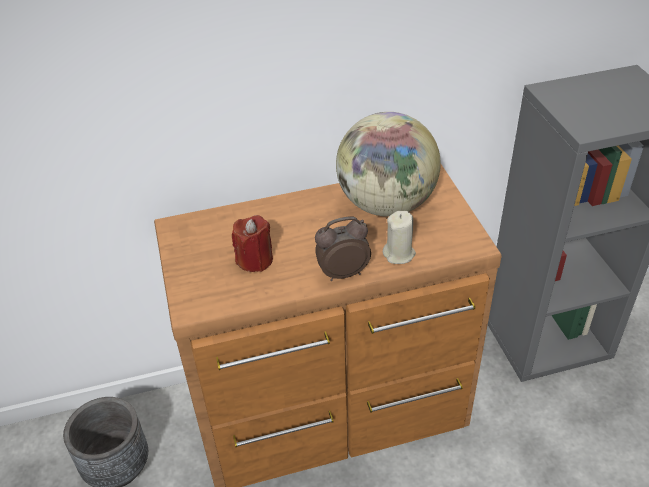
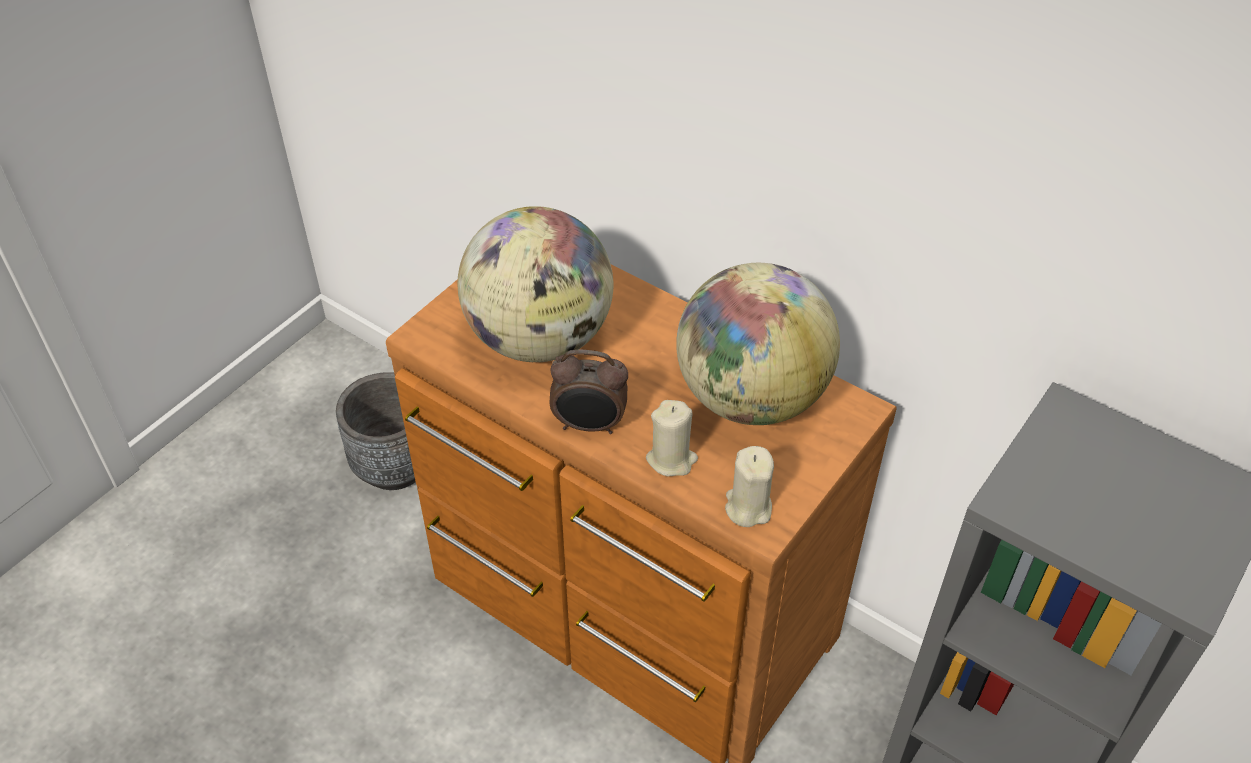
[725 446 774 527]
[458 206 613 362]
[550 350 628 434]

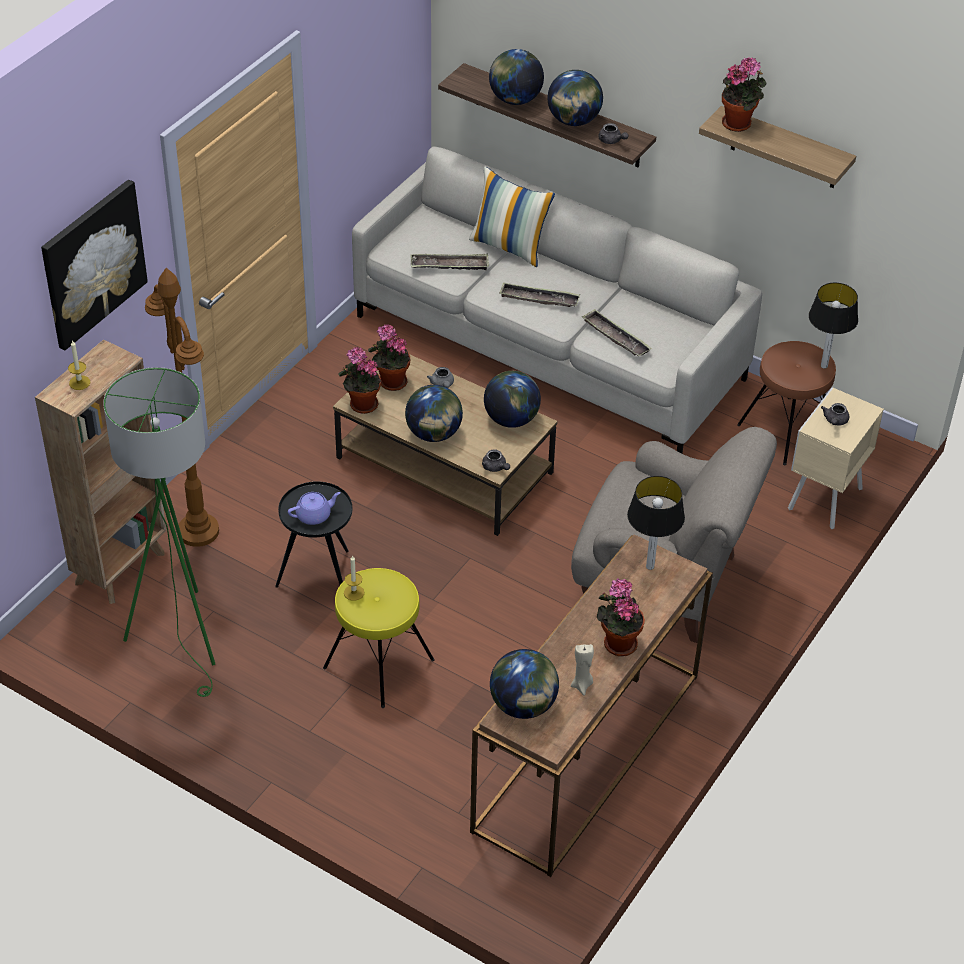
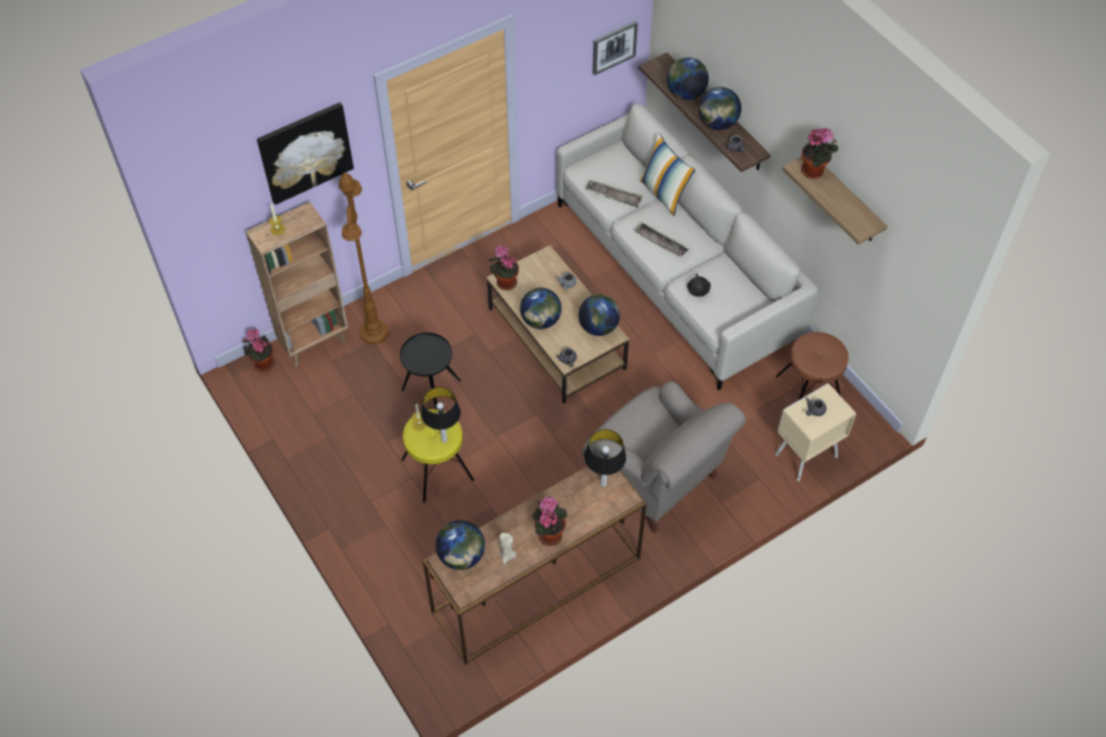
[103 367 215 697] (first image)
[288 492 341 525] (first image)
[593 21 638 75]
[243 329 275 372]
[421 387 461 443]
[687 273 711 297]

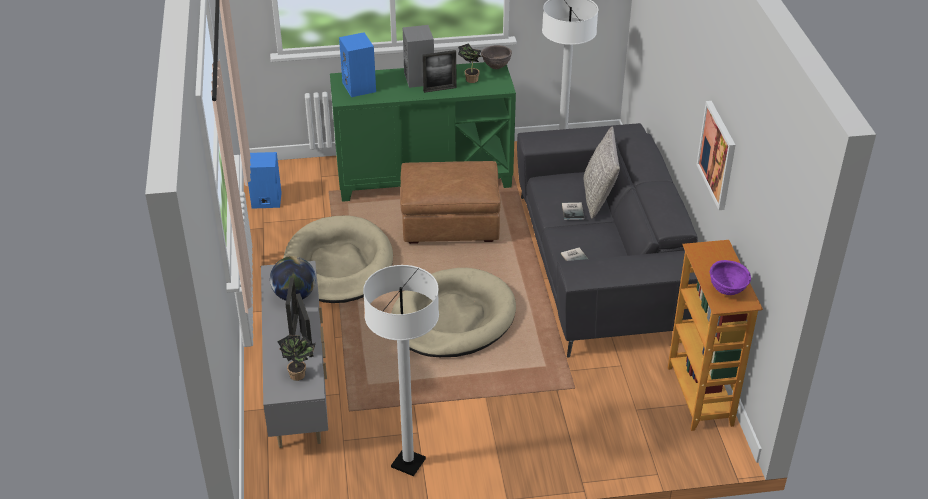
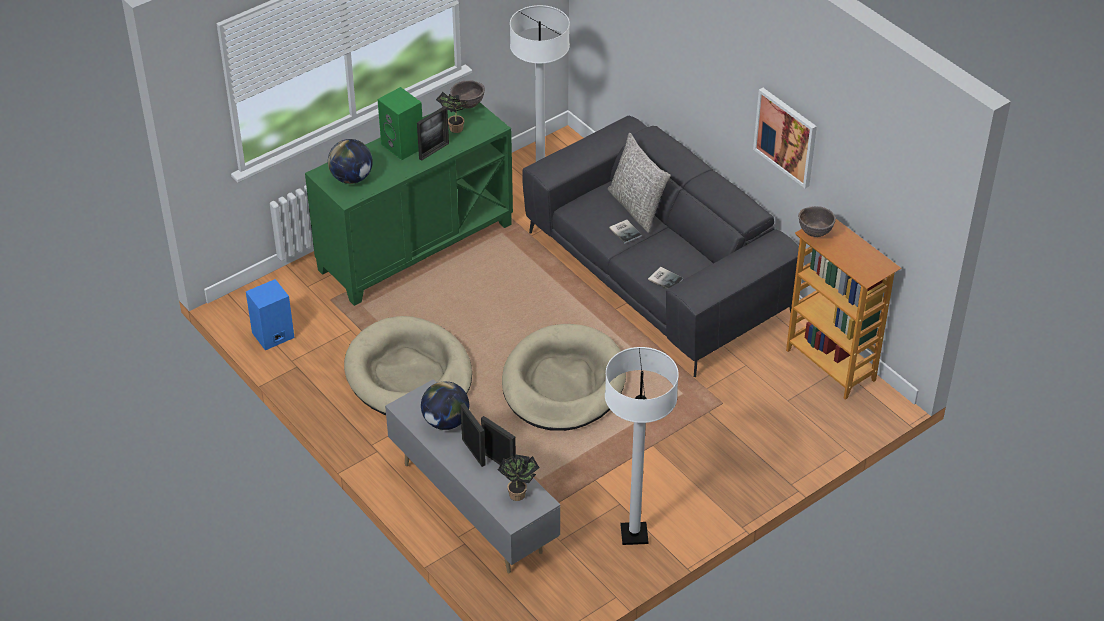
[400 161 500 244] (first image)
[710 260 751 295] (first image)
[798 206 836 237]
[328 139 373 184]
[378 87 422 160]

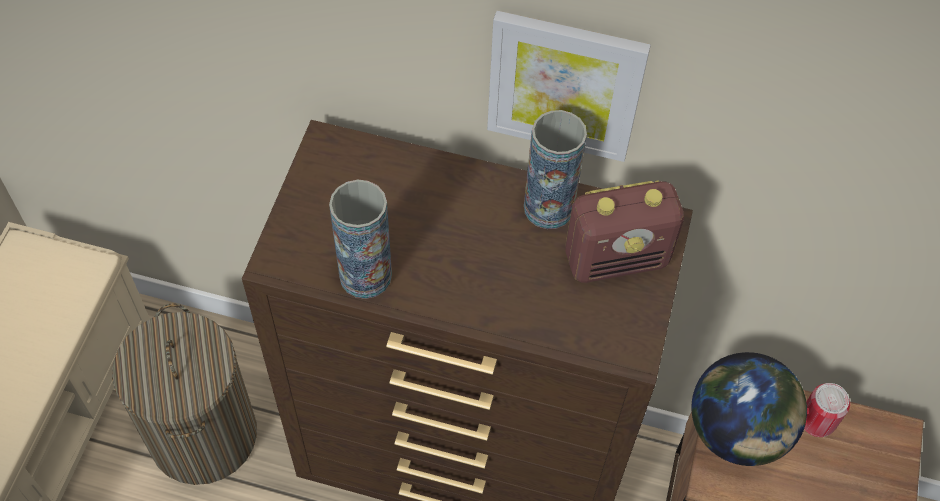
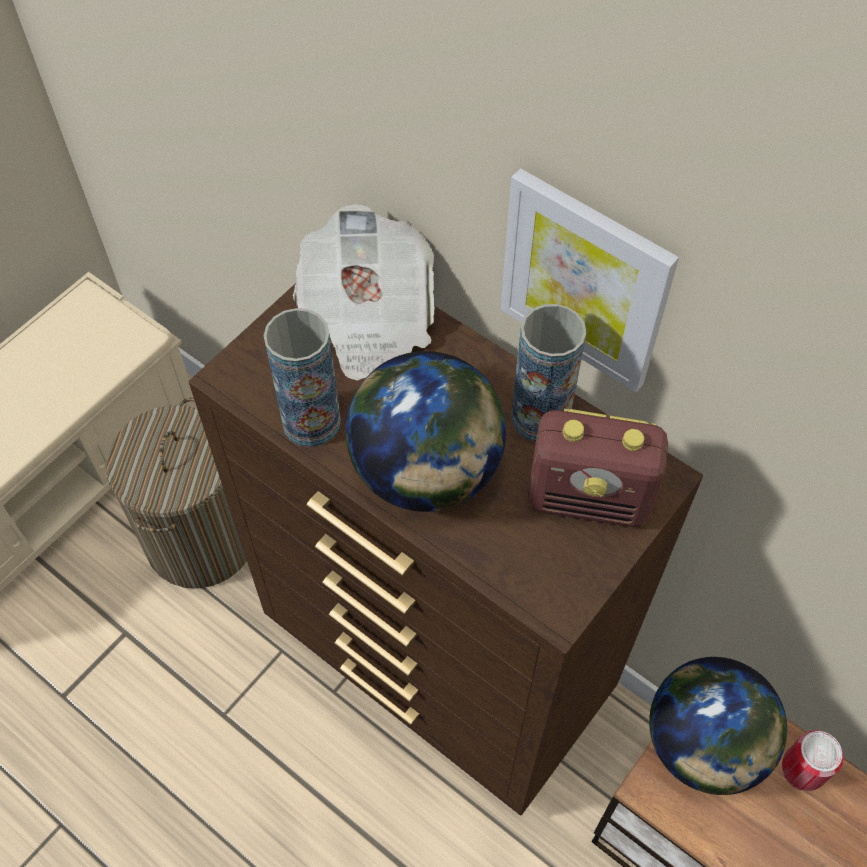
[293 204 435 381]
[346 351 506 512]

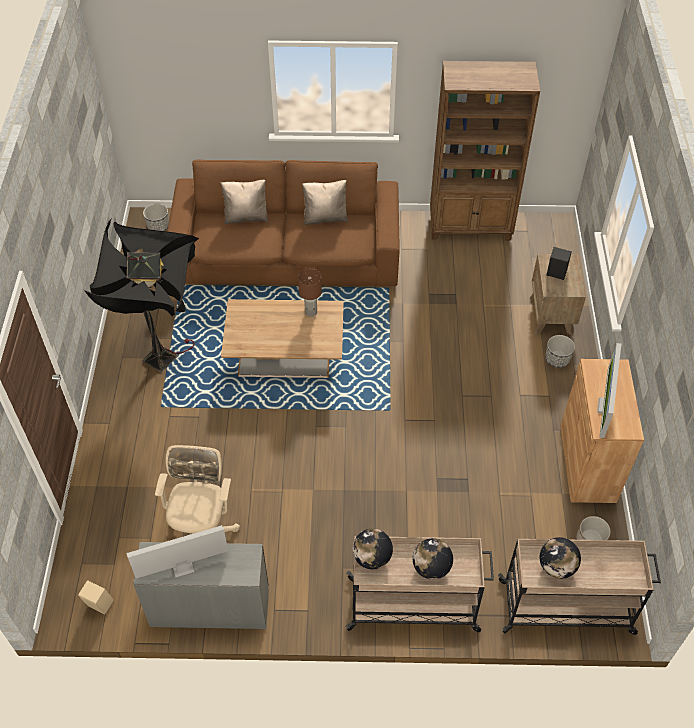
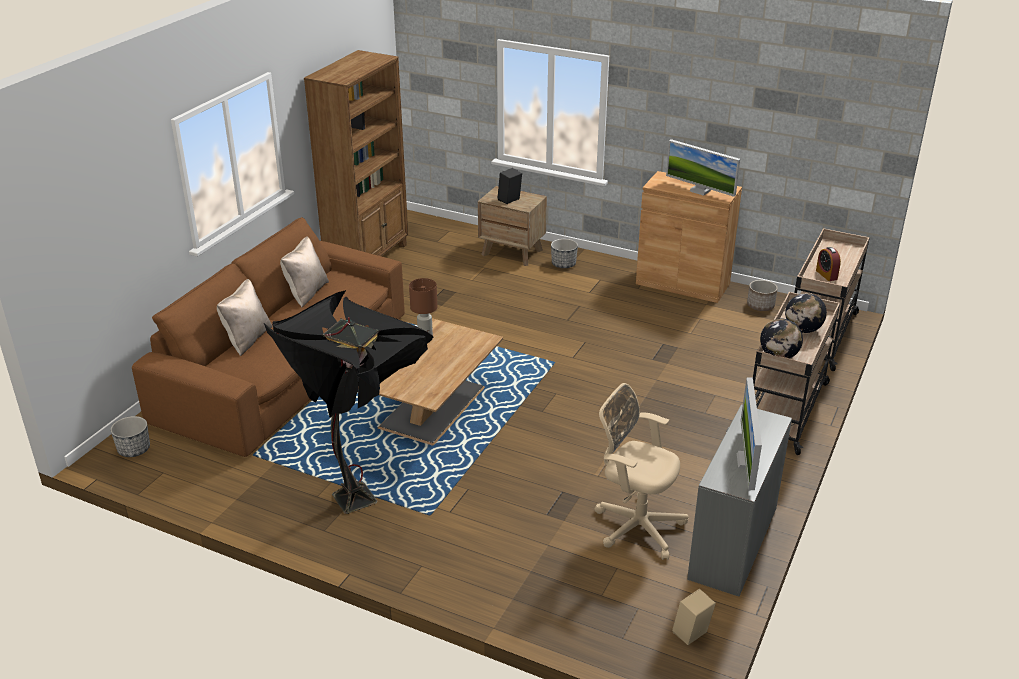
[816 247 841 281]

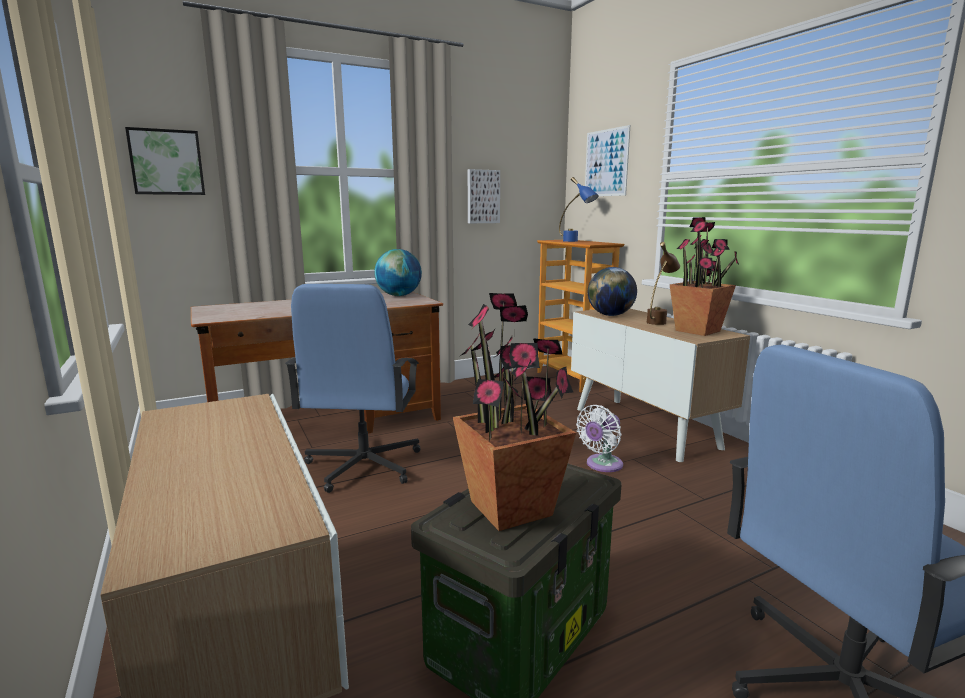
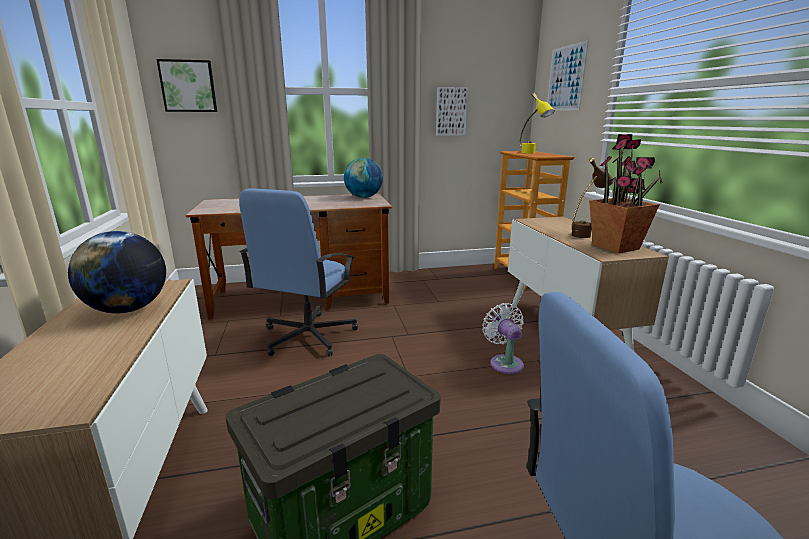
[453 293 576 531] (first image)
[68 231 166 313]
[520 93 555 153]
[482 303 524 374]

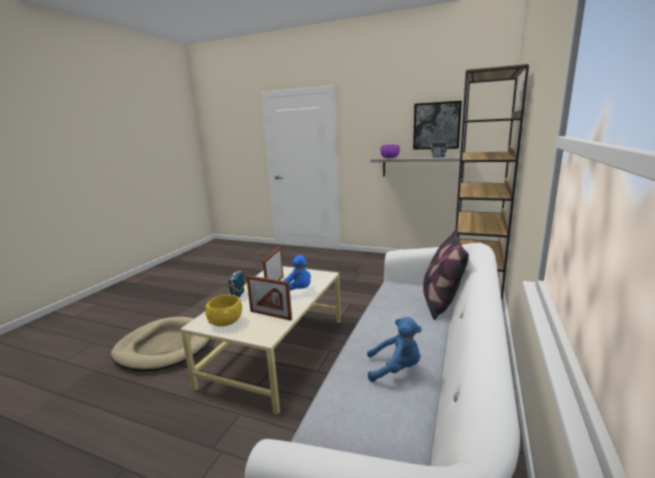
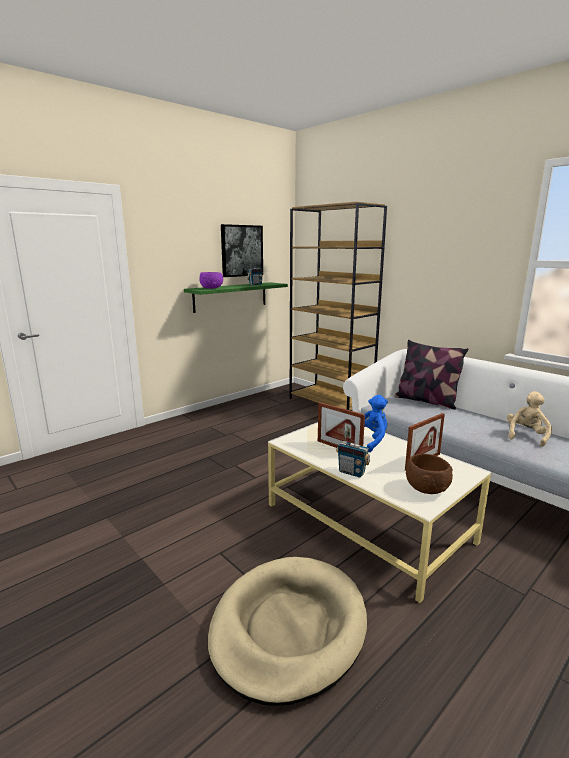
[406 454 453 494]
[507 391 552 447]
[184 282 288 313]

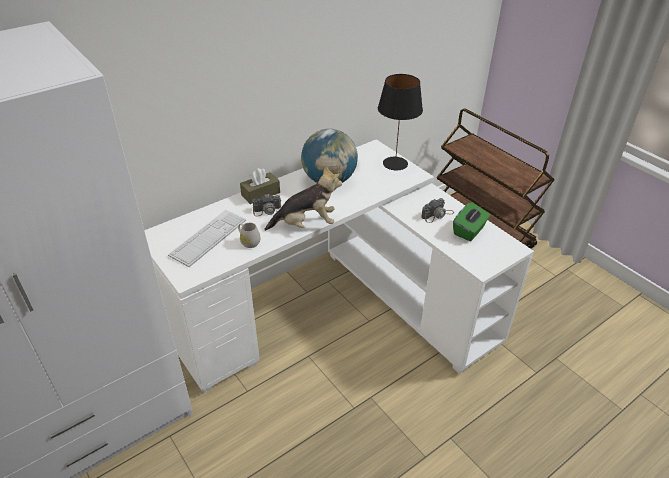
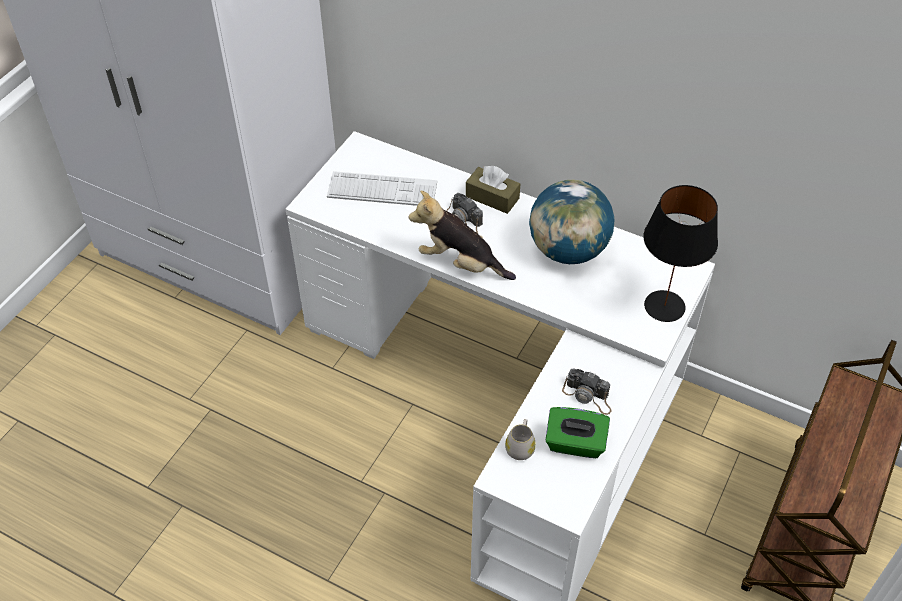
[505 419 536 460]
[409 190 516 280]

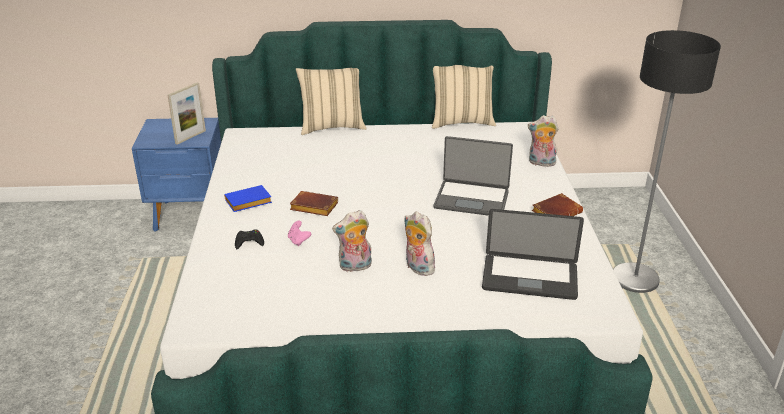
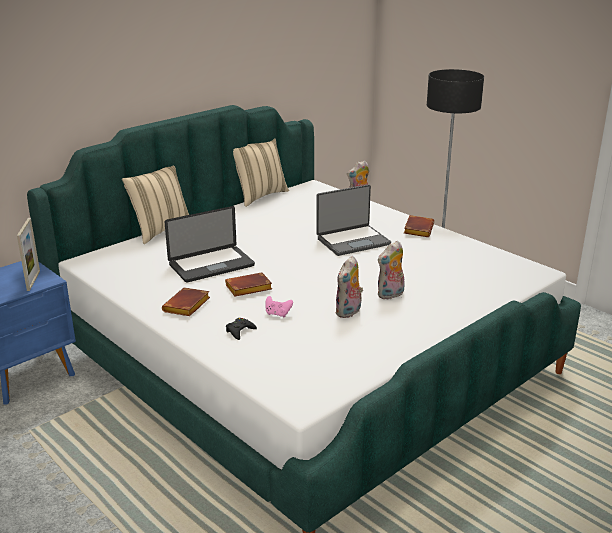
[165 206 255 282]
[162 287 210 316]
[378 241 404 299]

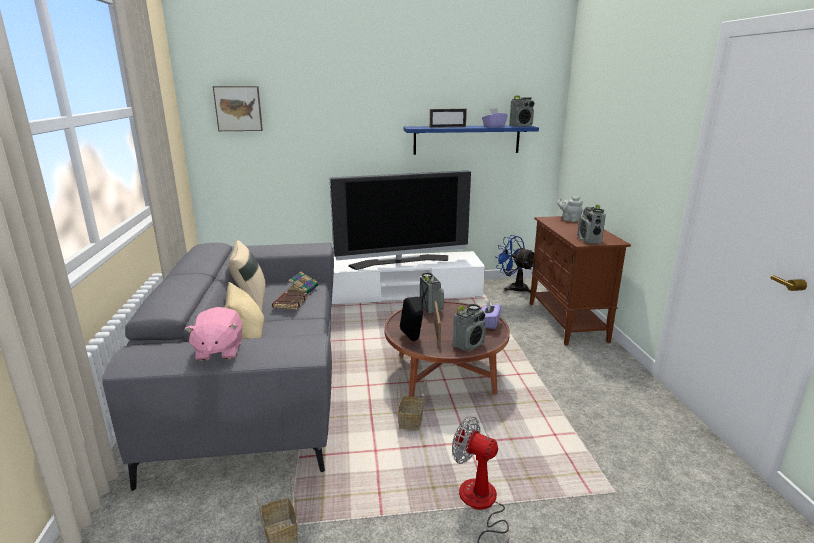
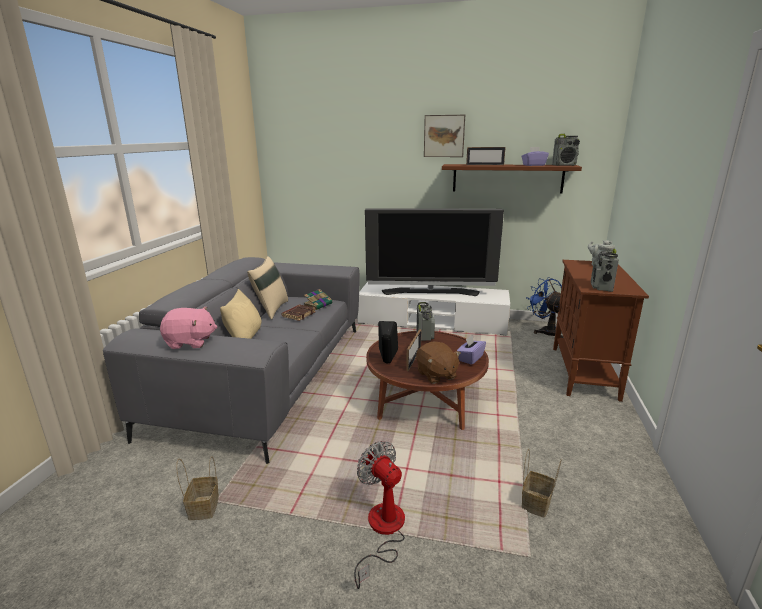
[424 115 465 157]
[521 449 562 518]
[416 342 461 384]
[442 164 582 193]
[160 307 217 349]

